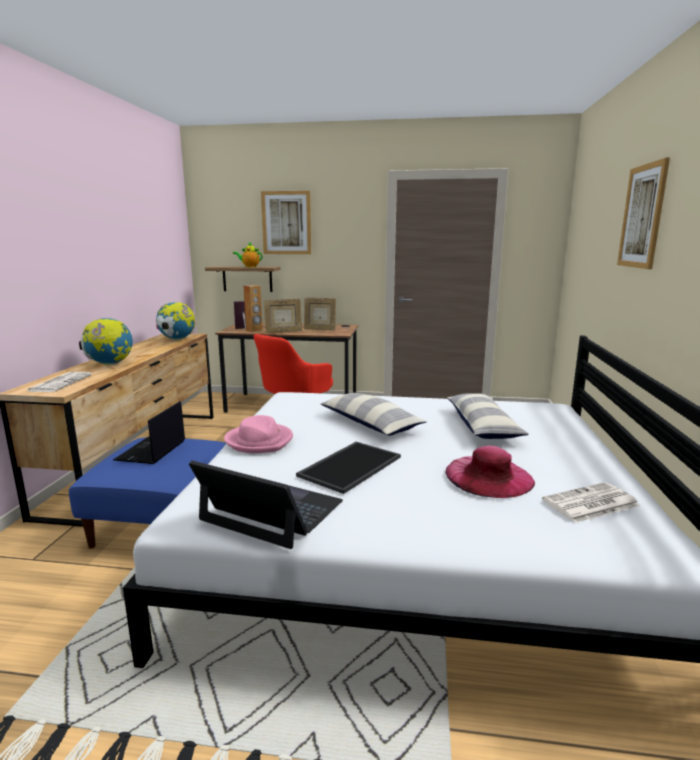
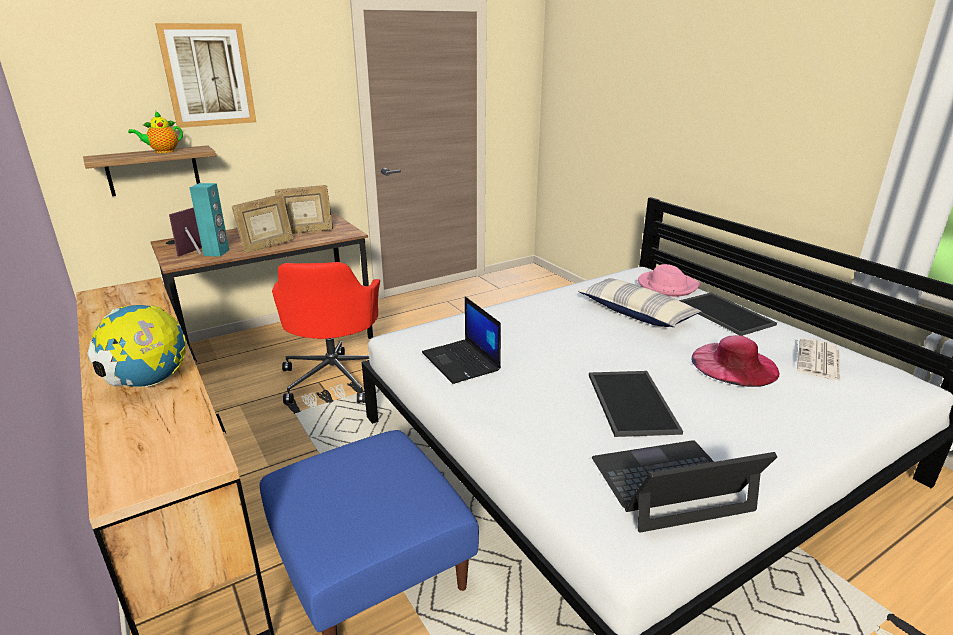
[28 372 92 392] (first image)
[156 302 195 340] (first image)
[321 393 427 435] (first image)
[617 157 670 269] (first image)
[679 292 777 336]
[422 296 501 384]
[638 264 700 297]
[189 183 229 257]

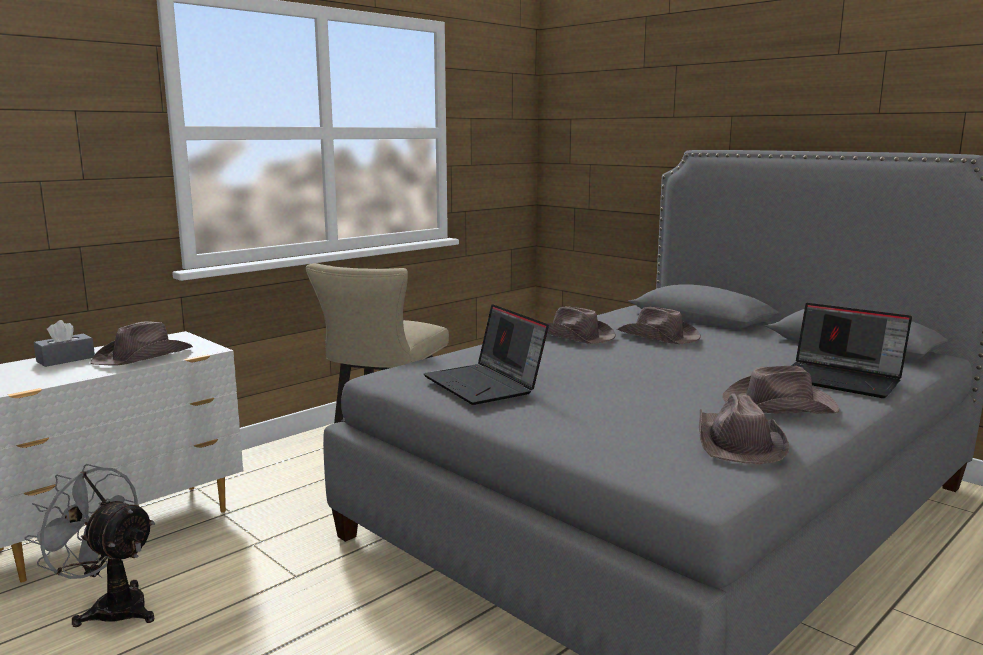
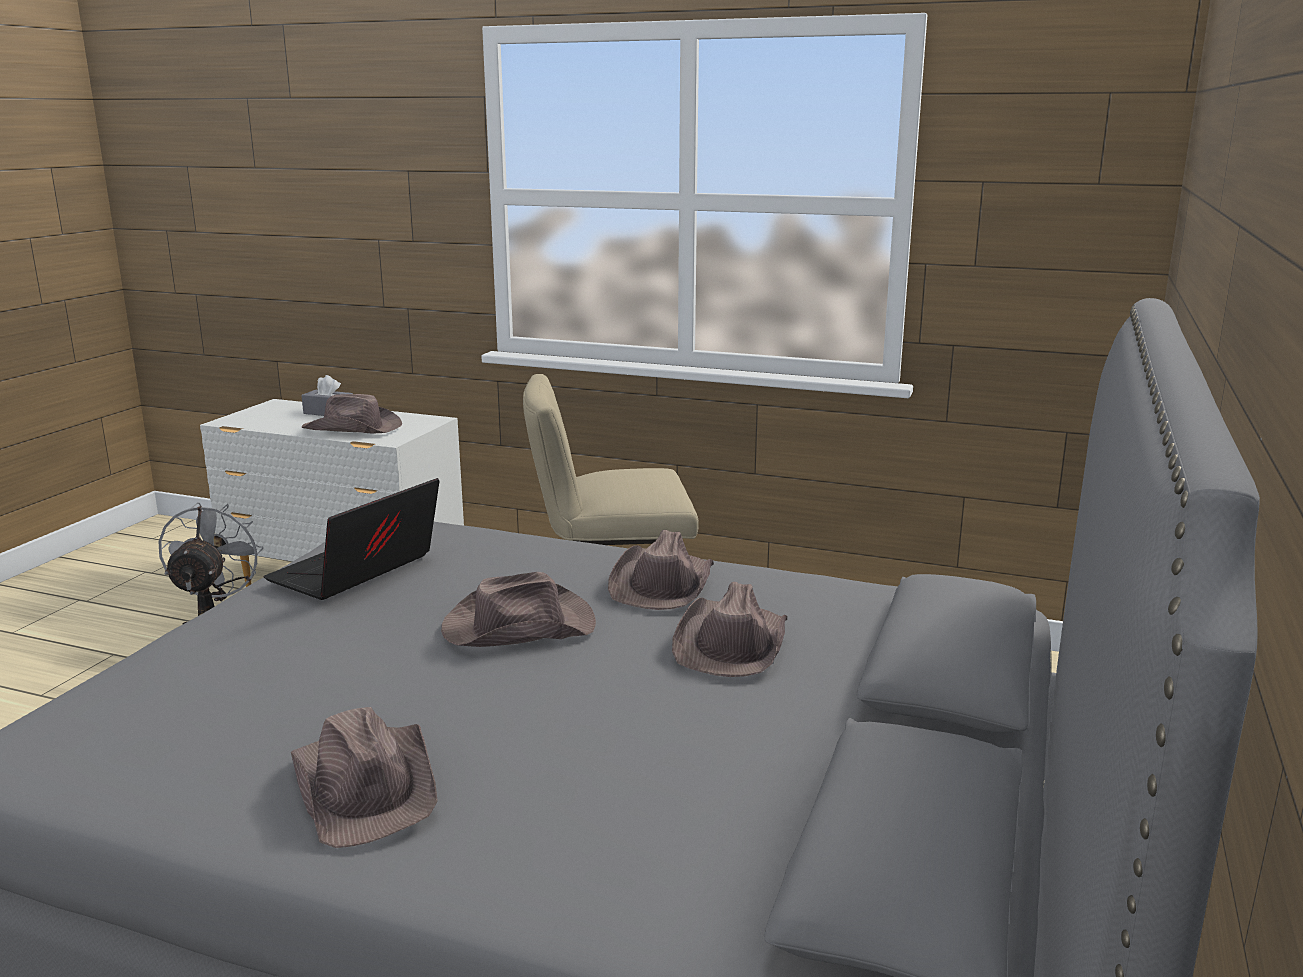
[791 303 912 398] (first image)
[441 572 596 647]

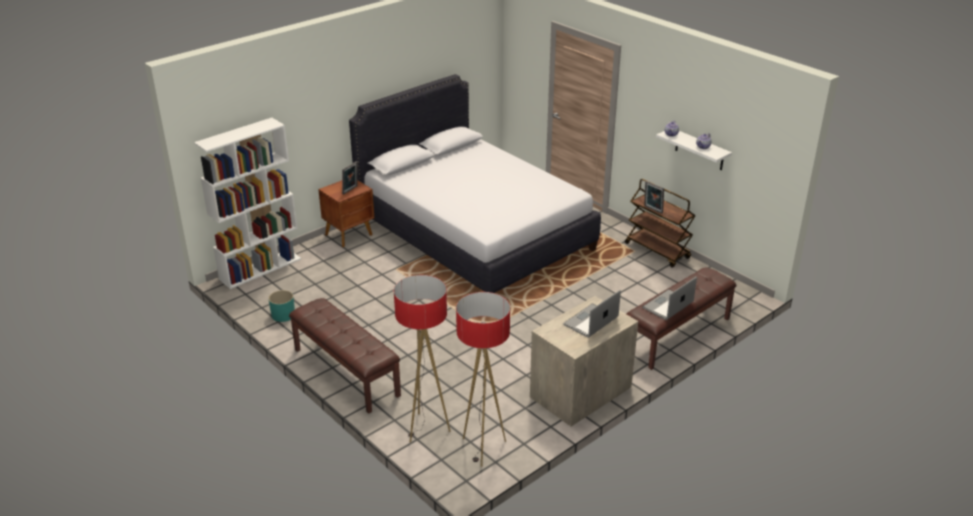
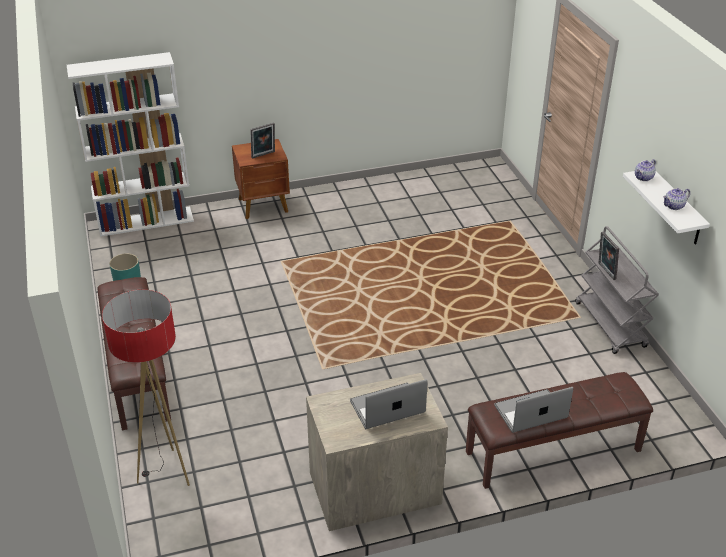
[349 74 601 293] (first image)
[456 292 510 467] (first image)
[575 226 659 354]

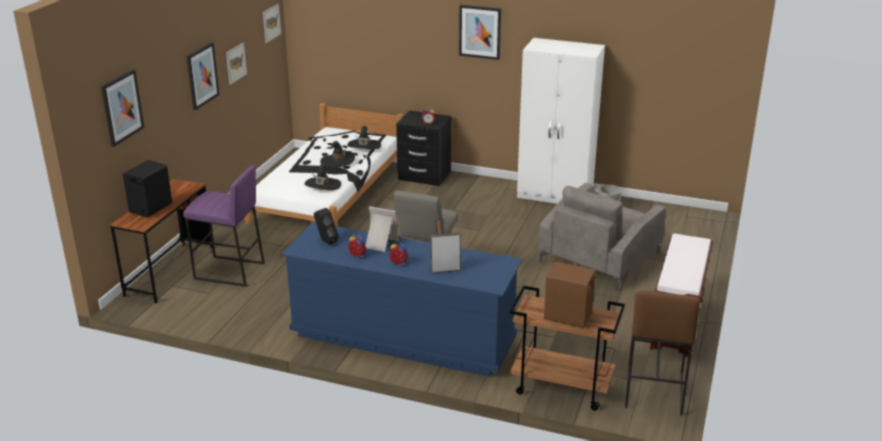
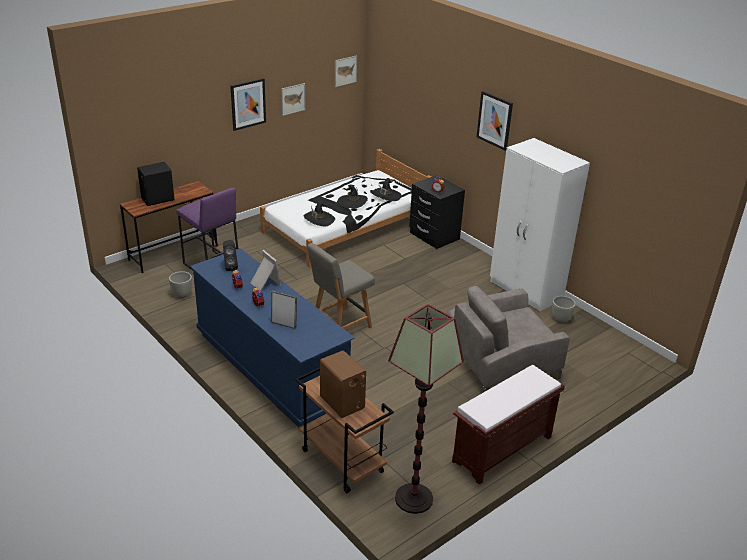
[101 69 144 147] (first image)
[169 271 192 298]
[388 304 464 514]

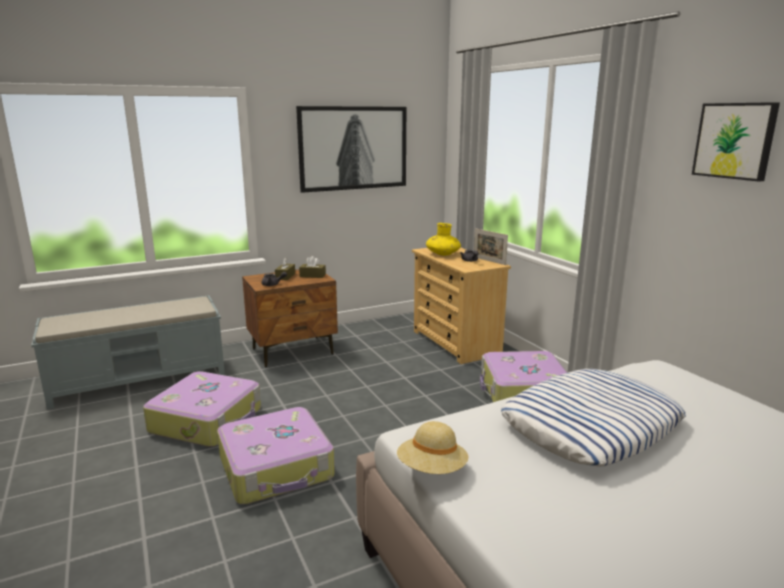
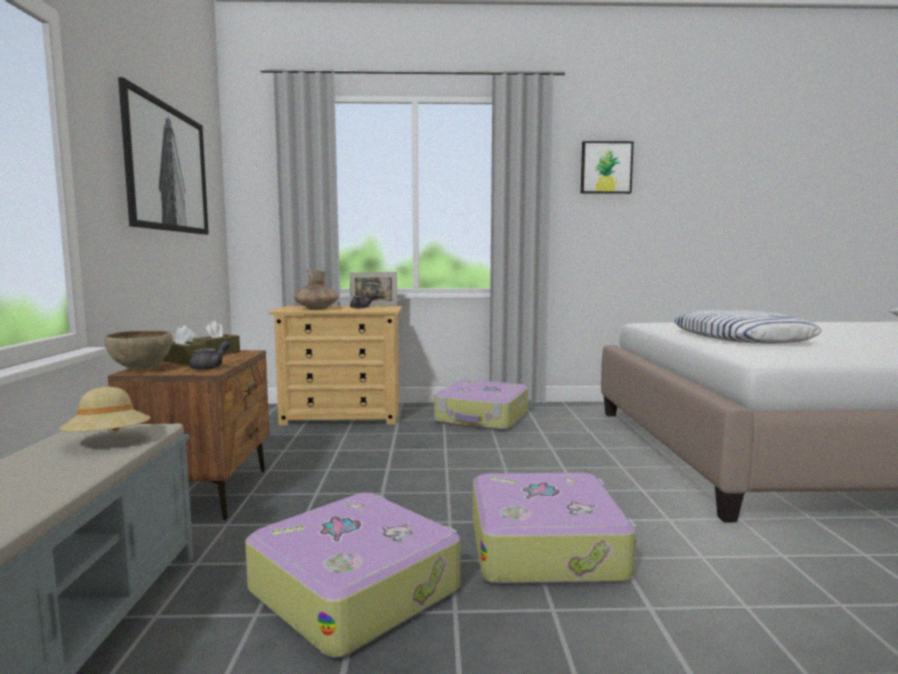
[104 330 173 370]
[59 387 151 432]
[294 270 339 310]

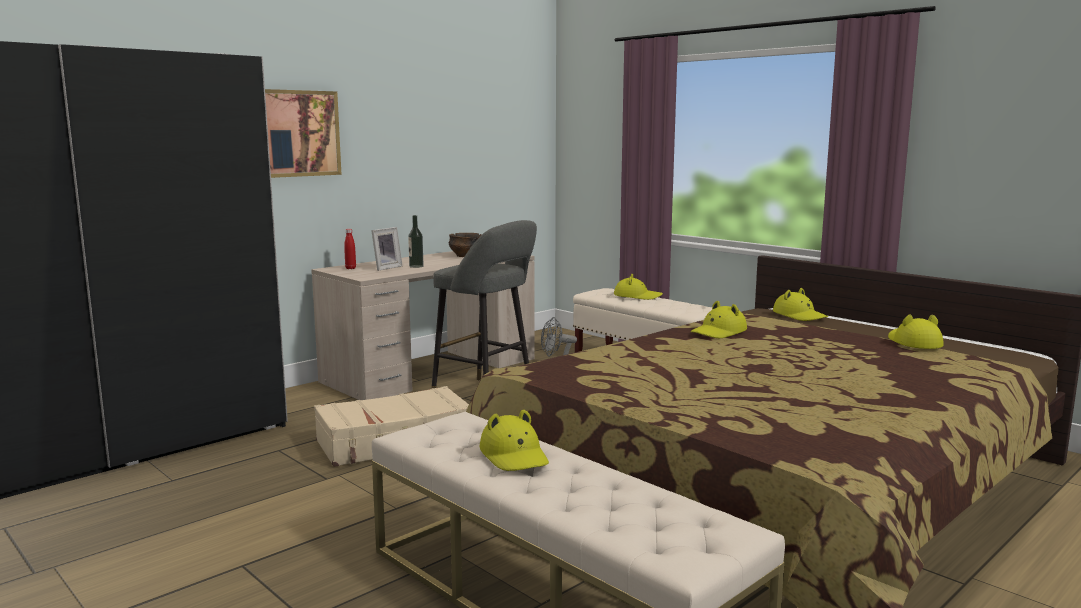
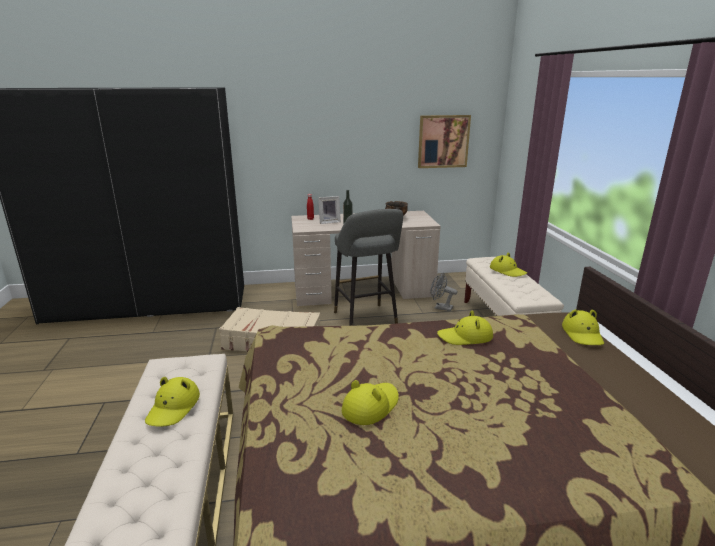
[418 115 471 168]
[342 380 399 425]

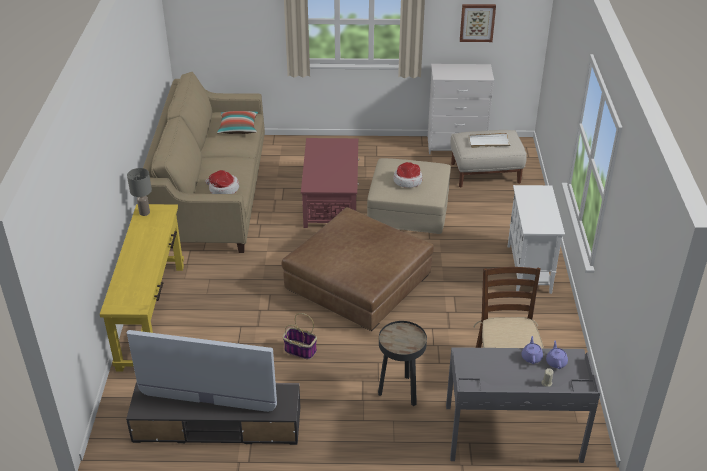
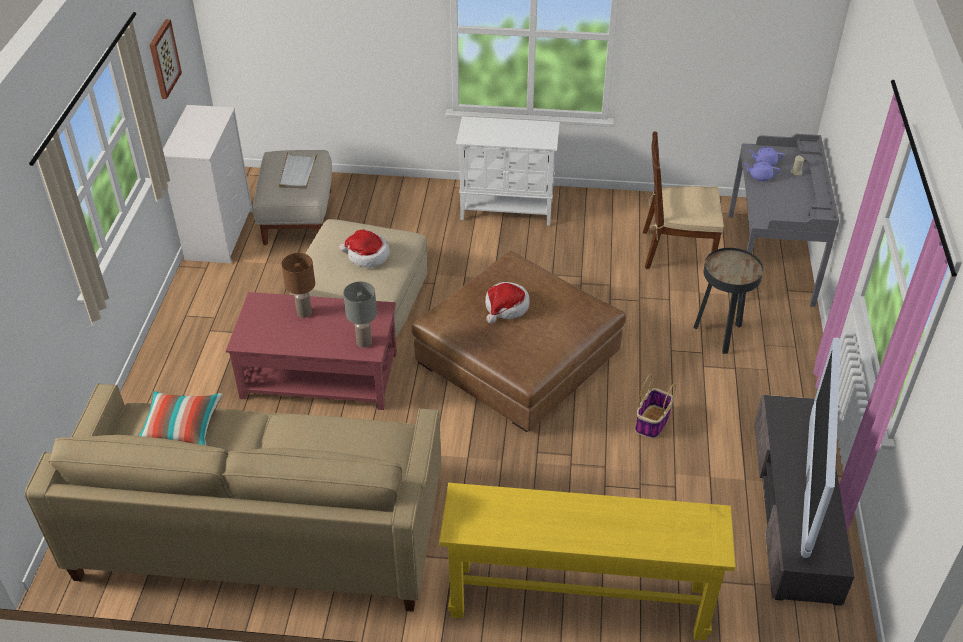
[282 253 315 318]
[343 281 377 347]
[485 282 530 324]

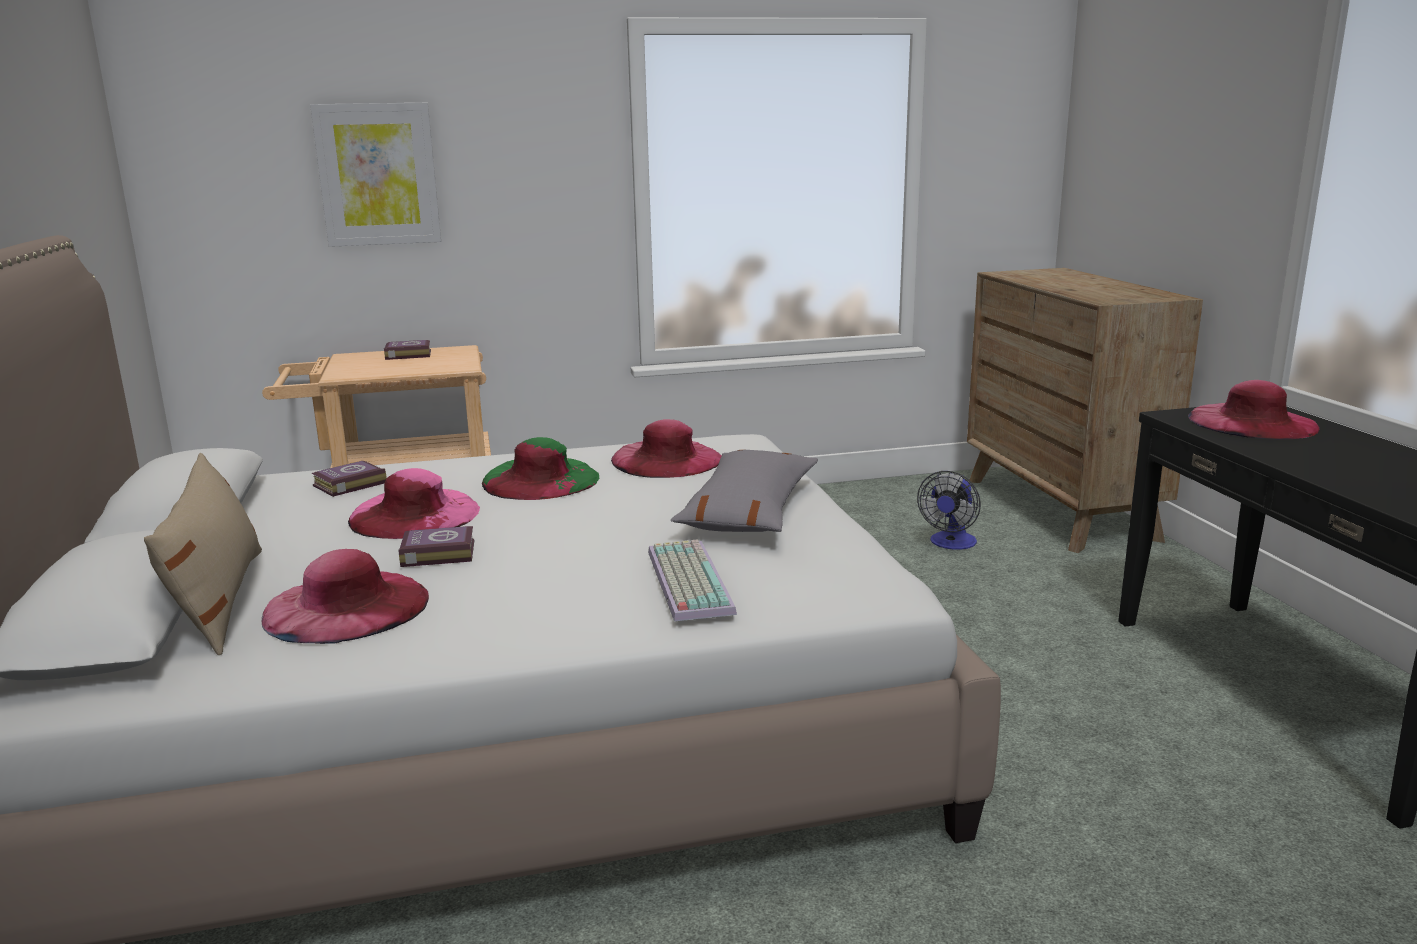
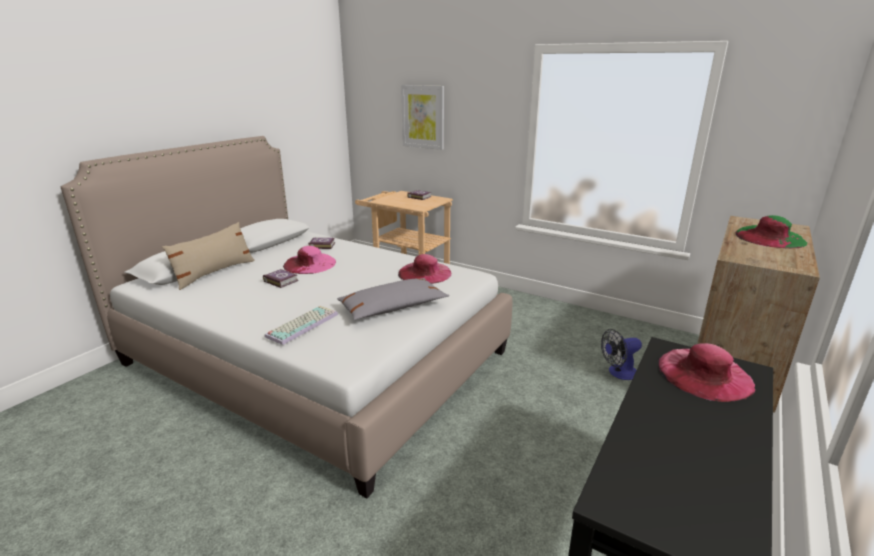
[261 549 429 644] (first image)
[735 215 807 249]

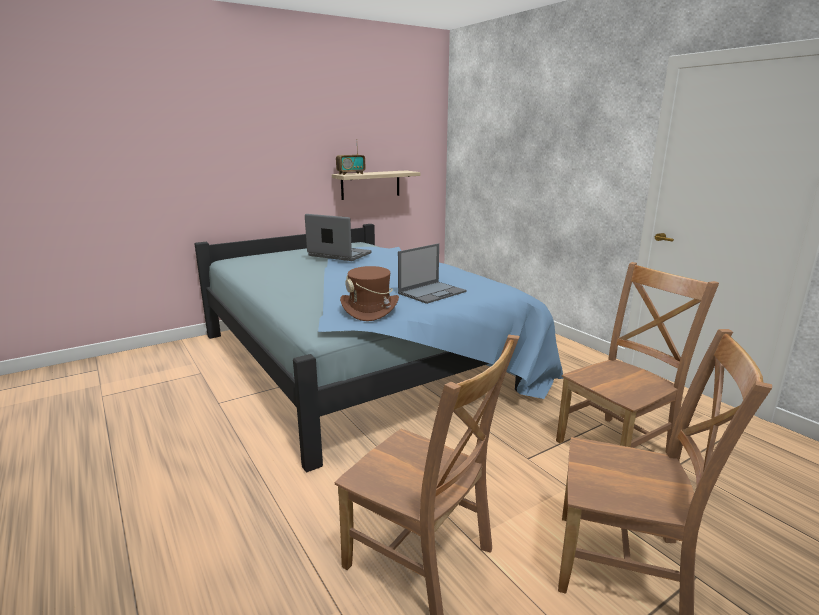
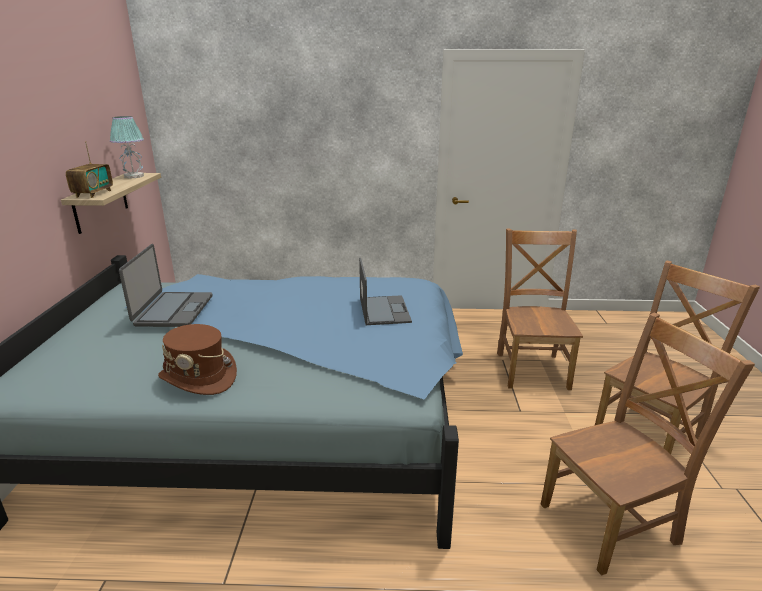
[110 116 144 179]
[158 324 237 395]
[119 244 213 327]

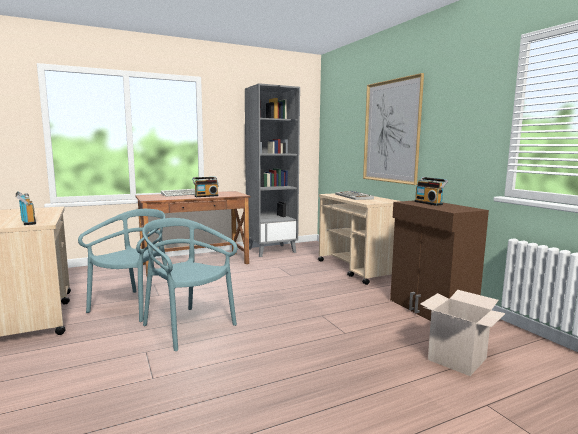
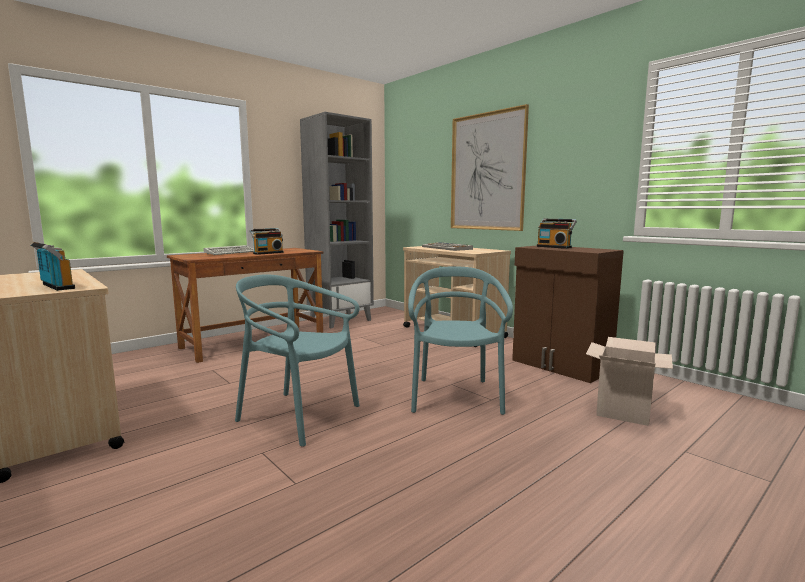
[408 267 513 415]

